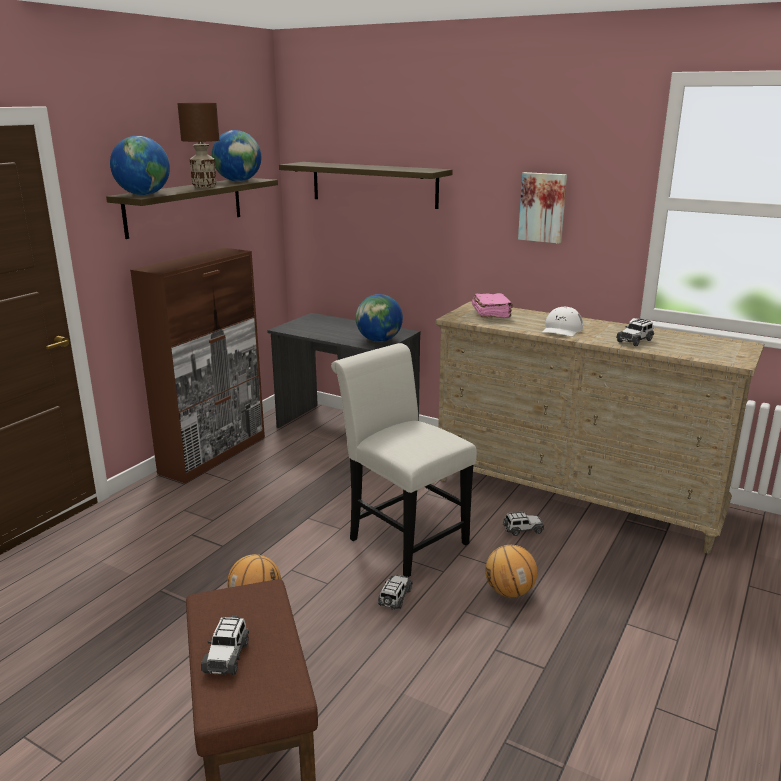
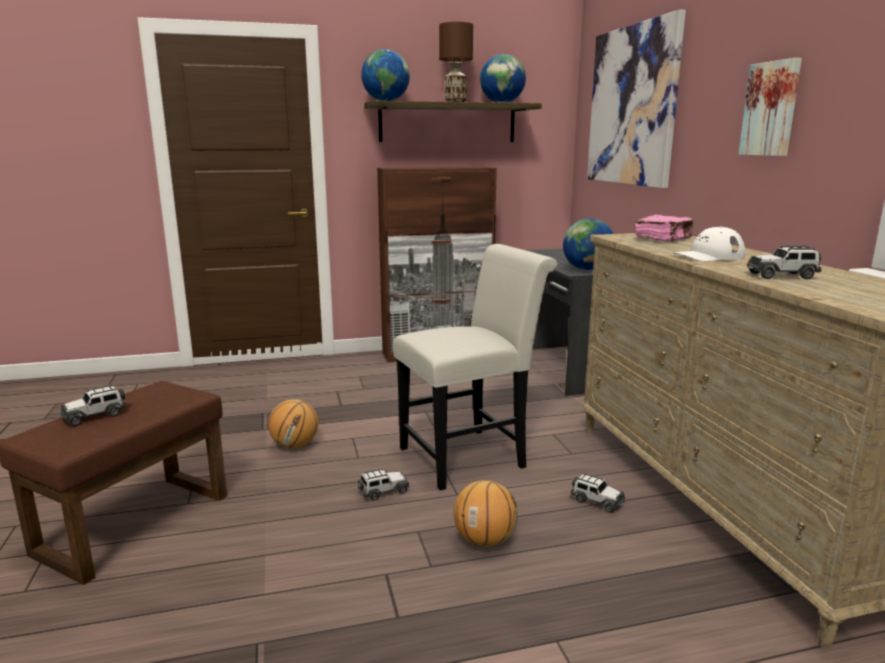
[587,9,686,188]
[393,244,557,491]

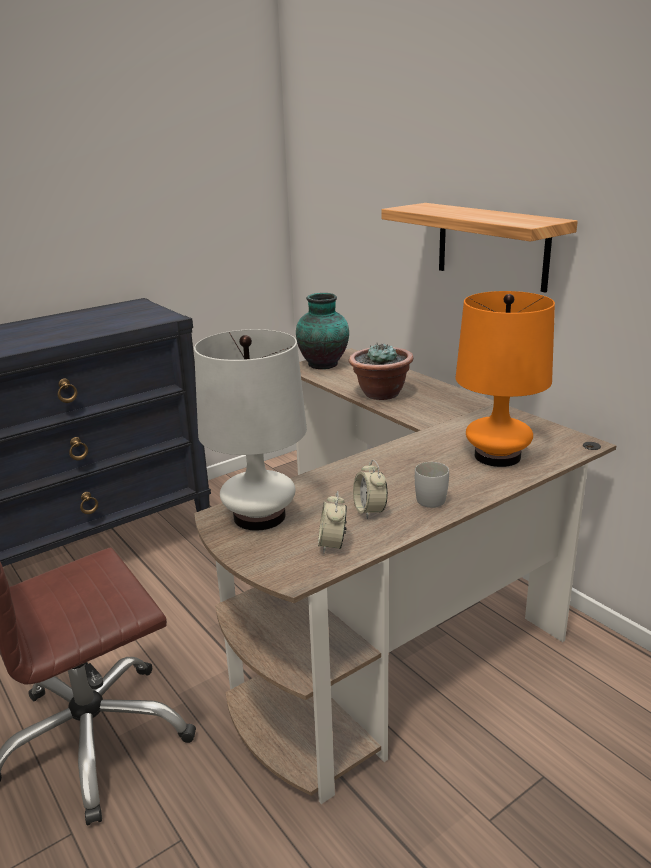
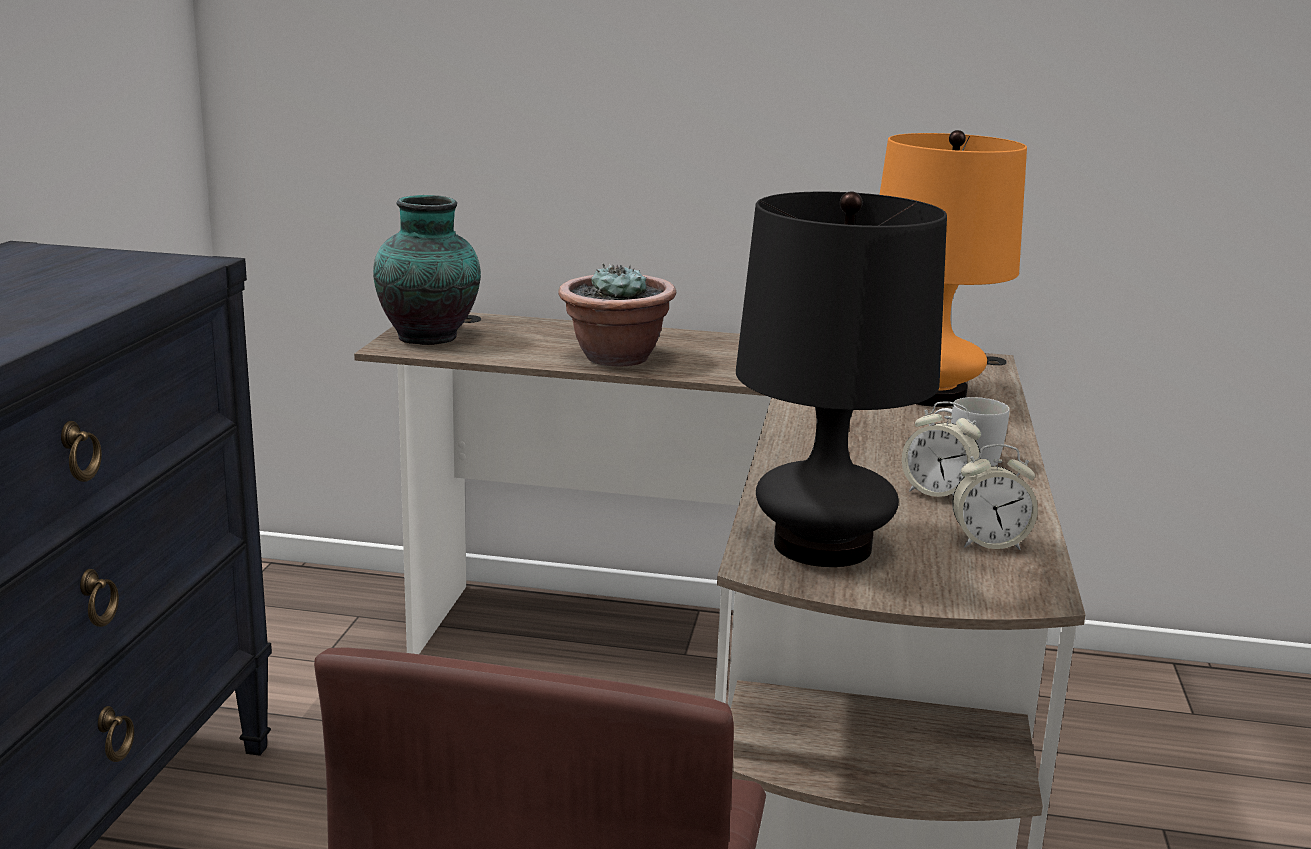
[736,191,947,567]
[952,444,1038,550]
[382,203,578,293] (first image)

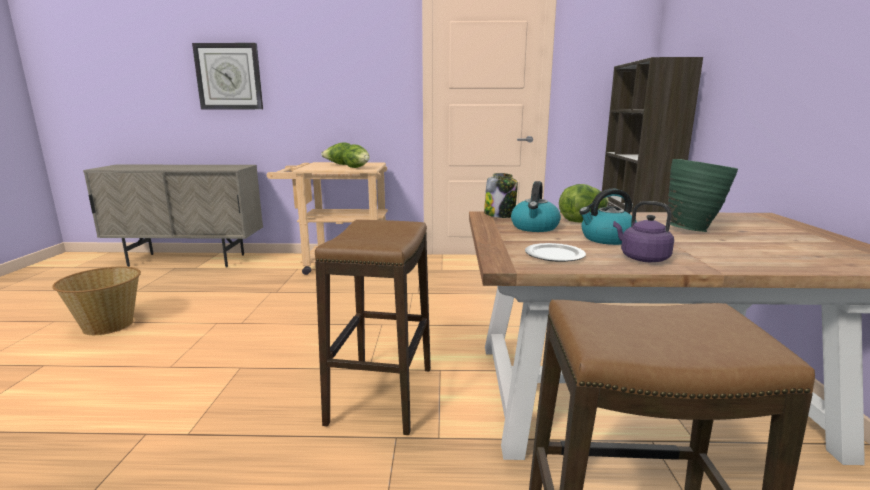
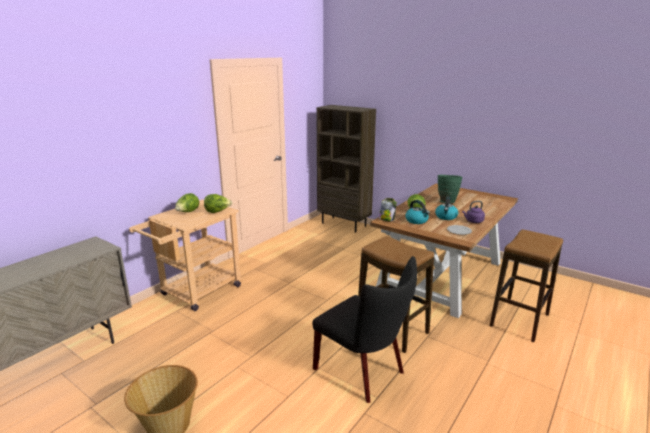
[192,43,263,109] (first image)
[312,256,417,403]

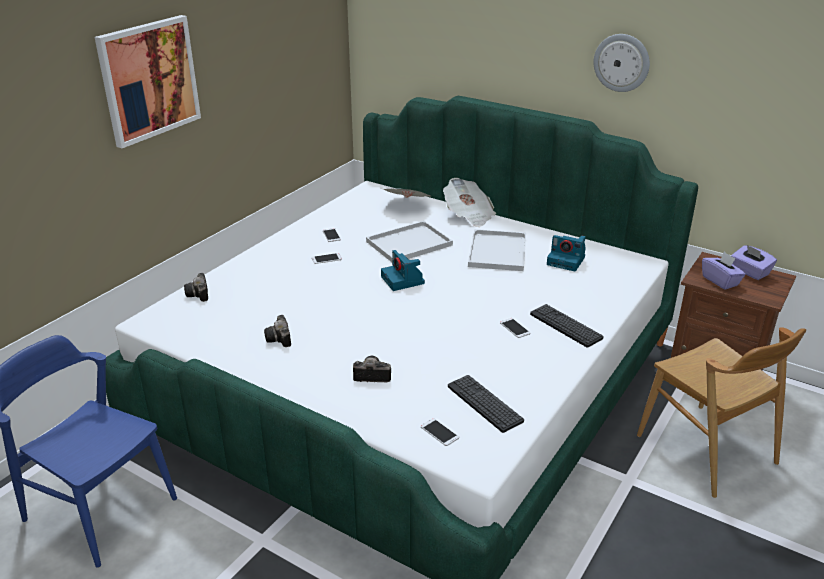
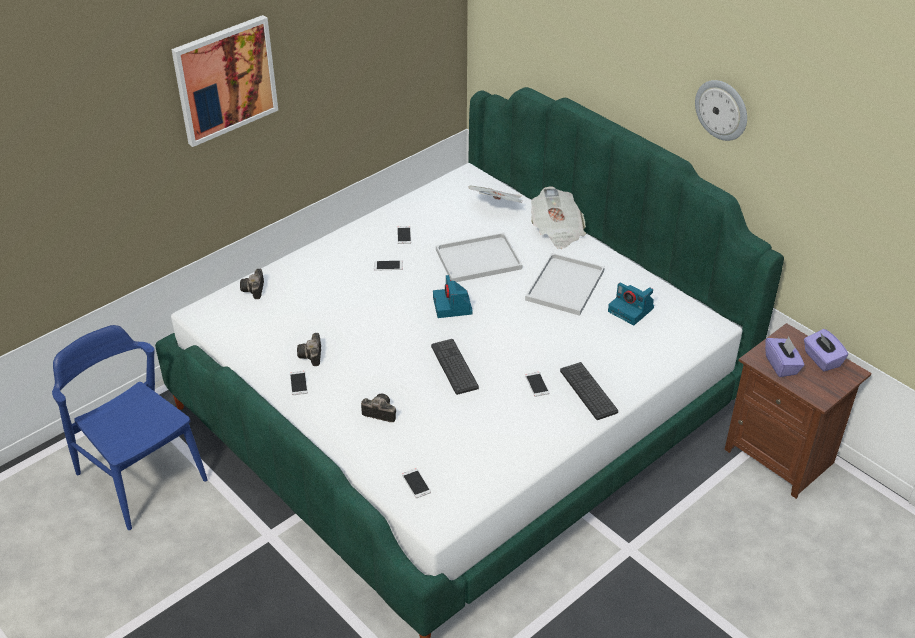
[431,339,479,395]
[637,327,806,498] (first image)
[290,371,308,395]

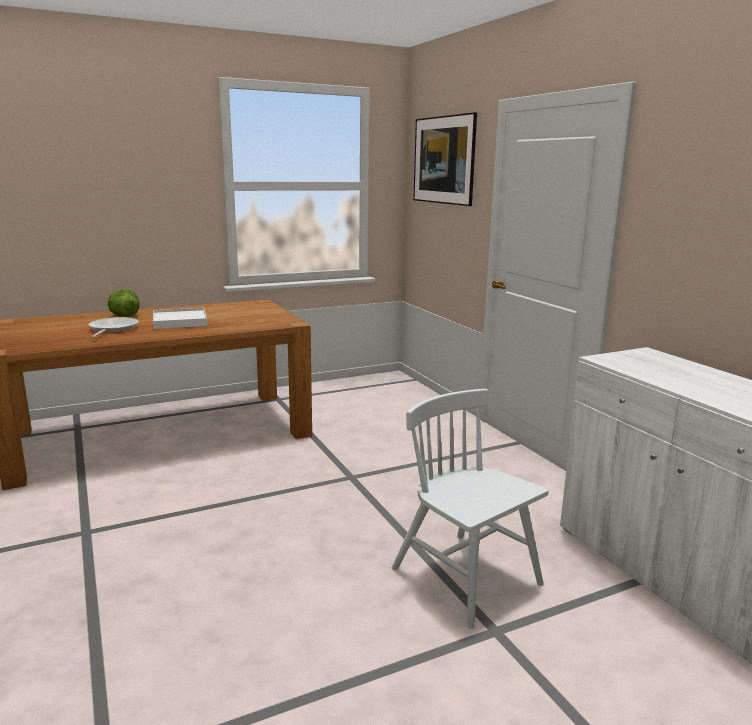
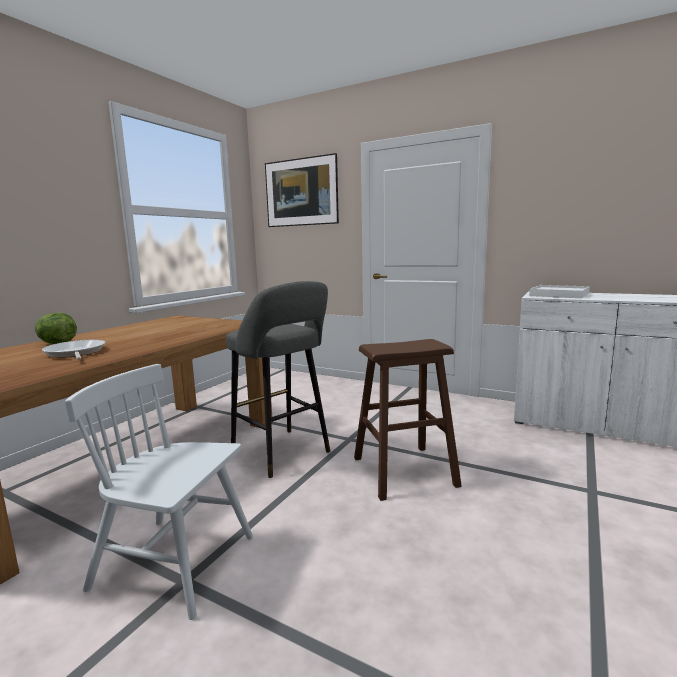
[529,285,590,298]
[65,364,253,620]
[226,281,330,478]
[354,339,462,501]

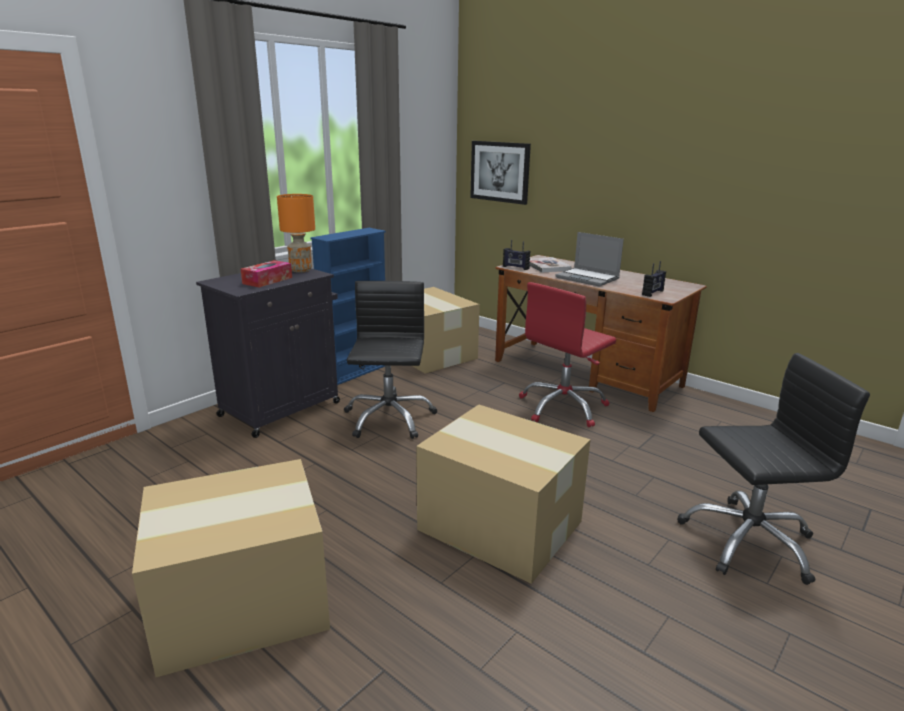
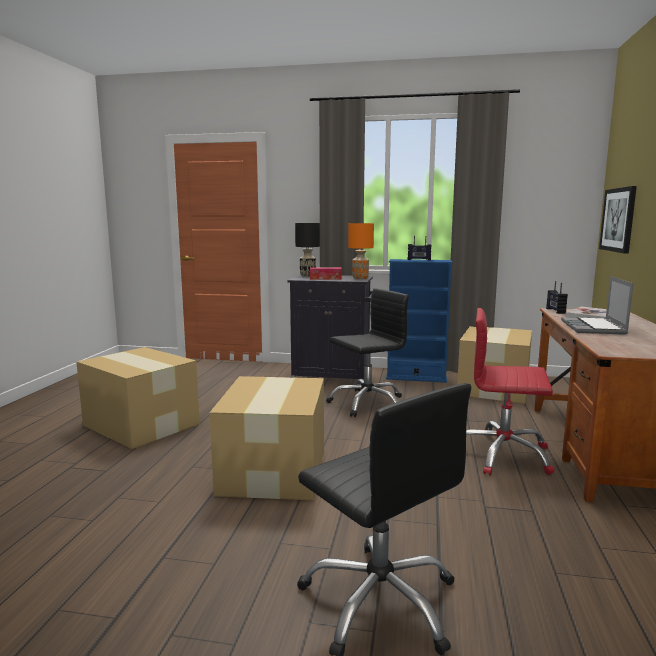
[408,236,432,261]
[295,223,320,276]

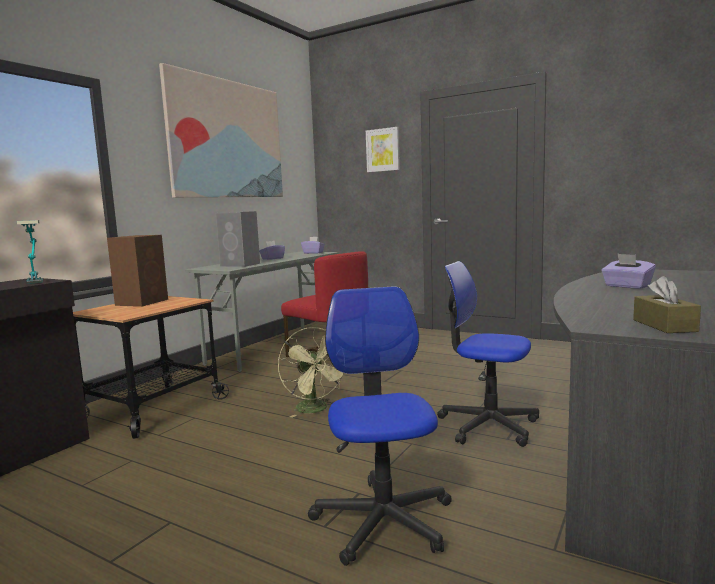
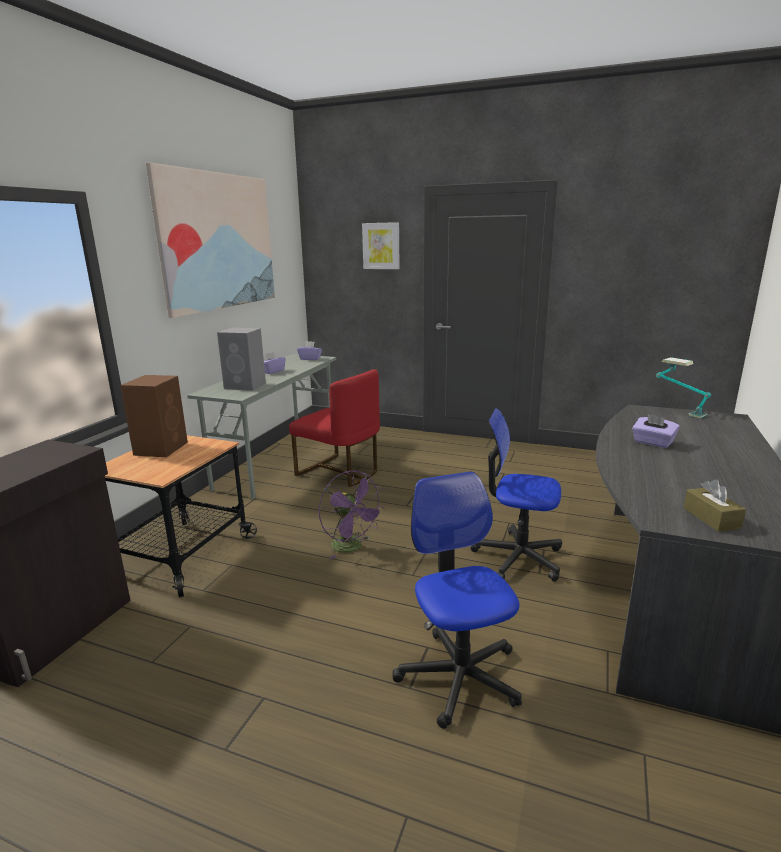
[656,357,711,418]
[319,471,385,560]

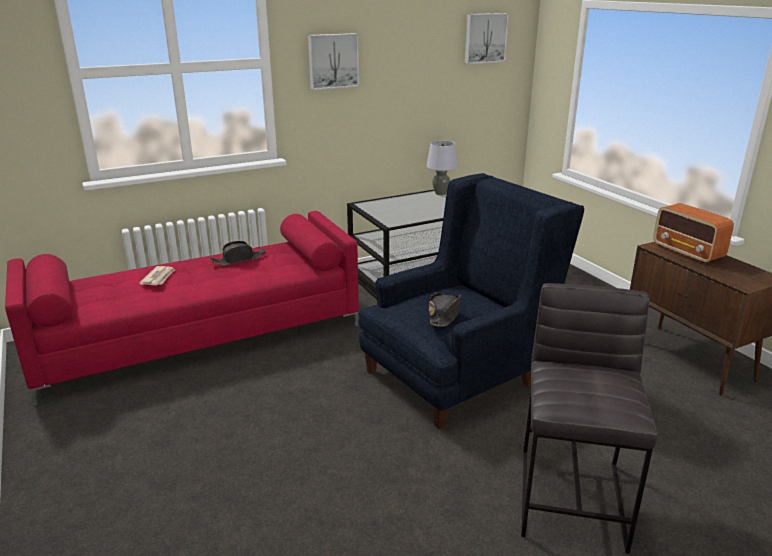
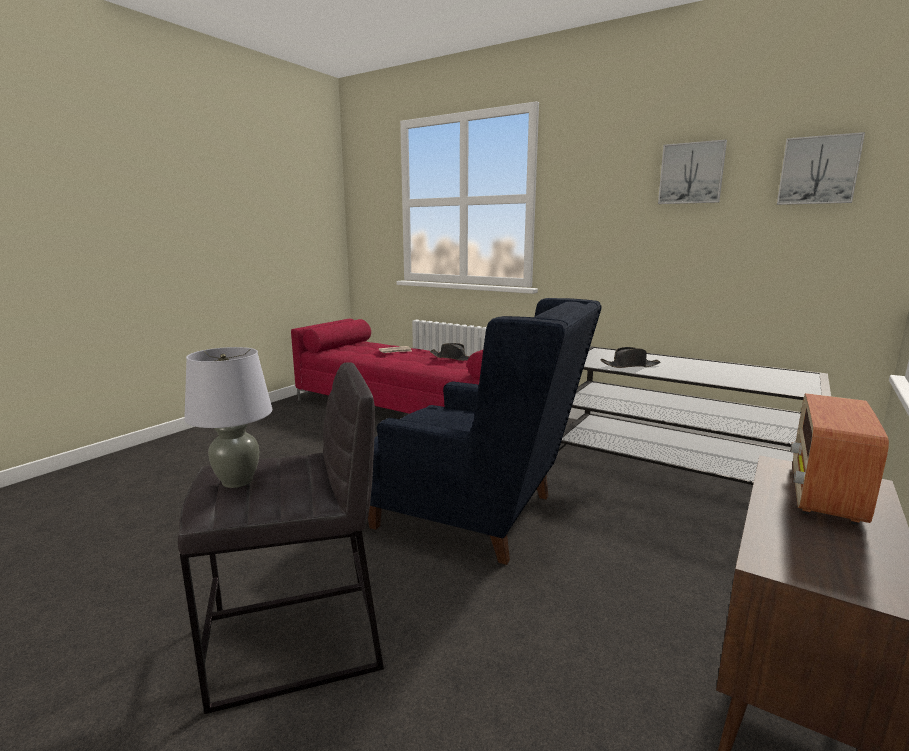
[658,139,727,204]
[184,347,273,488]
[601,347,661,368]

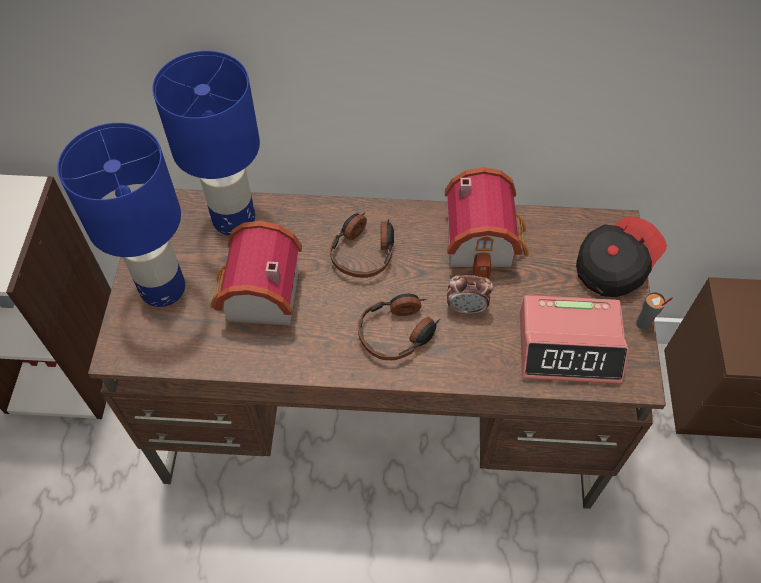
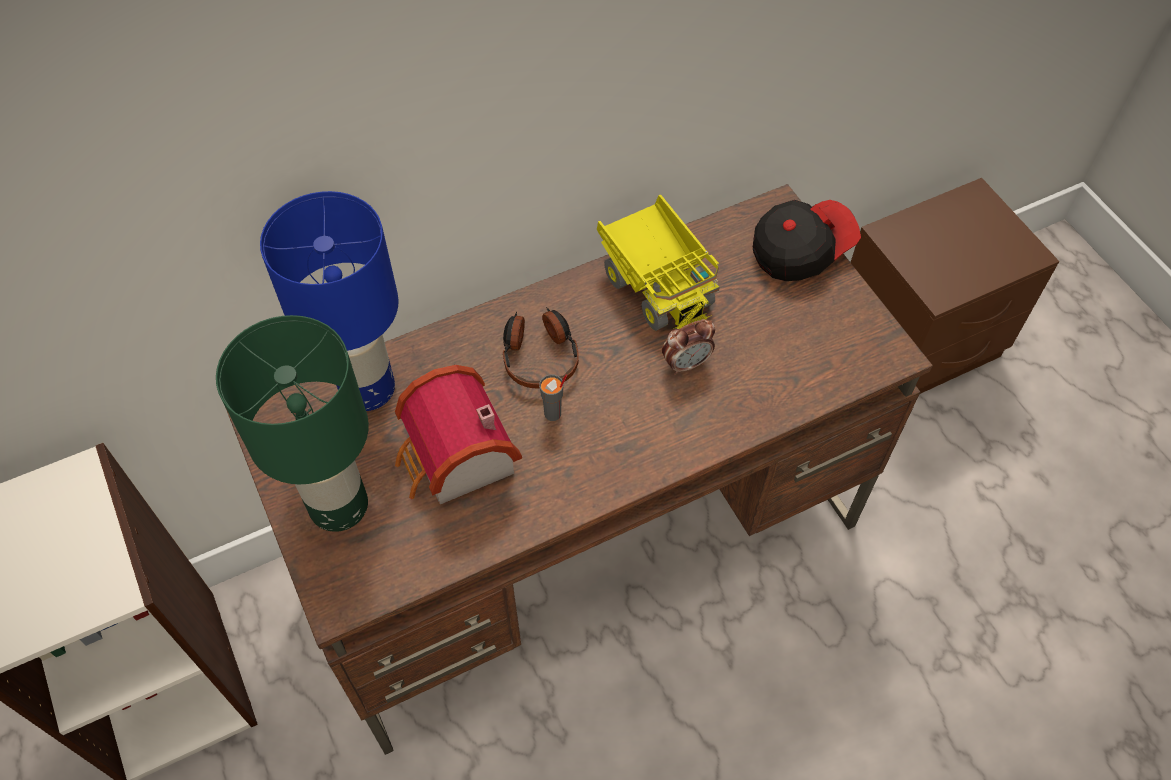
[216,315,369,532]
[358,294,440,360] (first image)
[597,194,720,331]
[520,295,629,384] (first image)
[753,200,861,281]
[539,374,567,421]

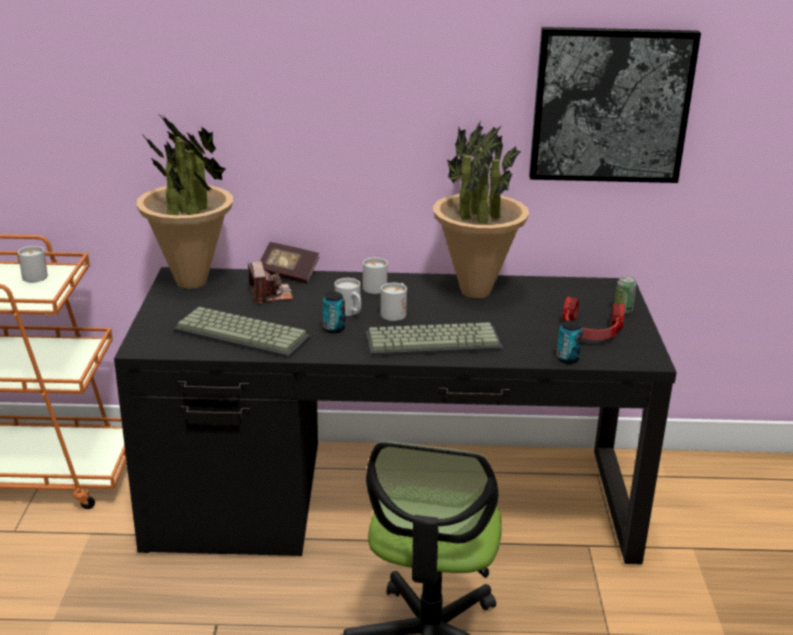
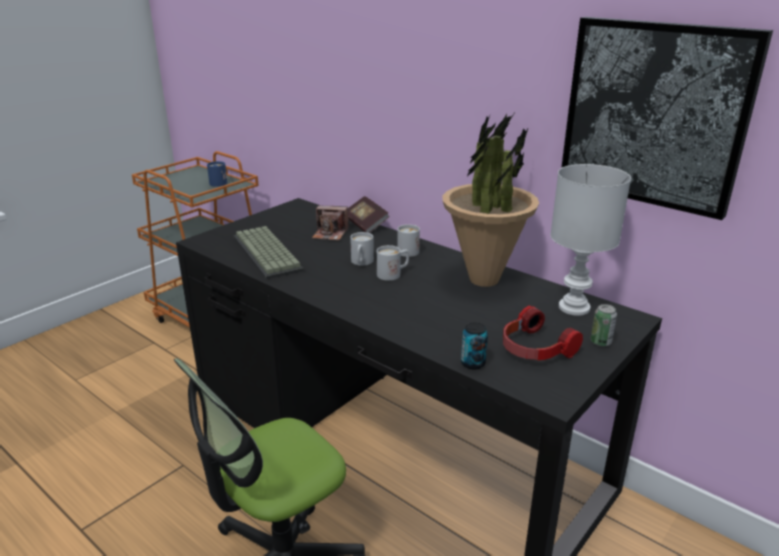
[207,161,227,187]
[136,114,233,289] (first image)
[312,205,349,241]
[323,292,345,333] (first image)
[366,322,503,357] (first image)
[550,164,631,316]

